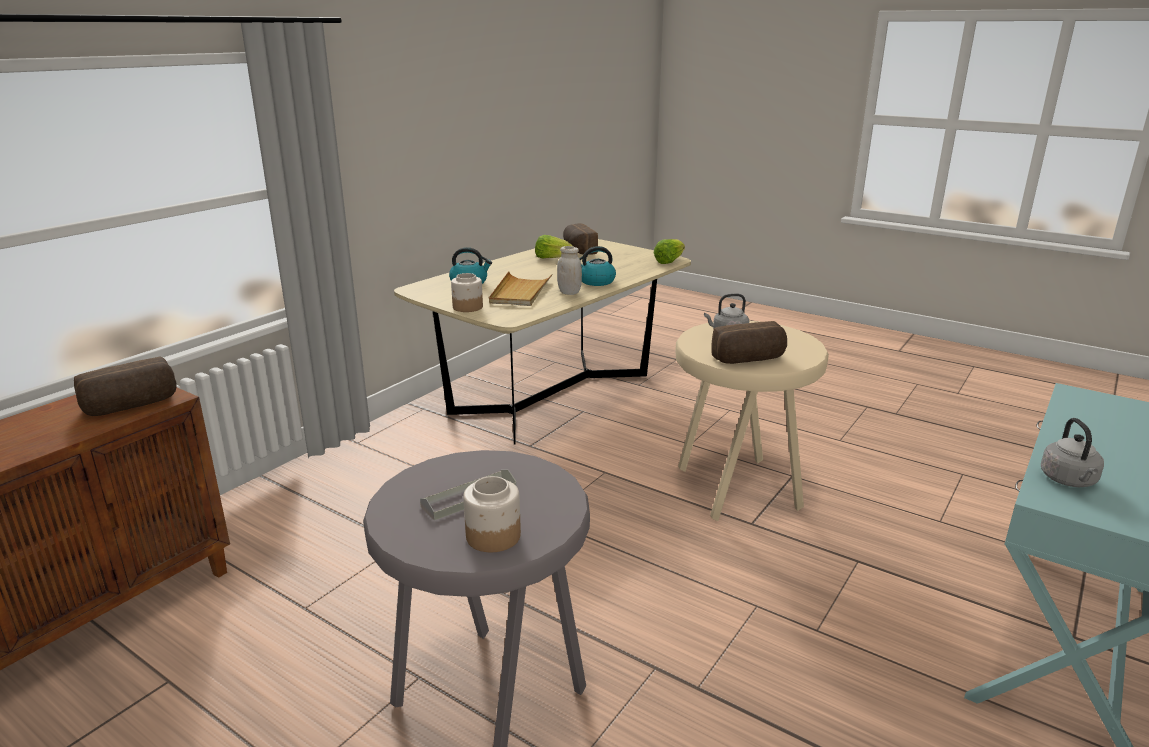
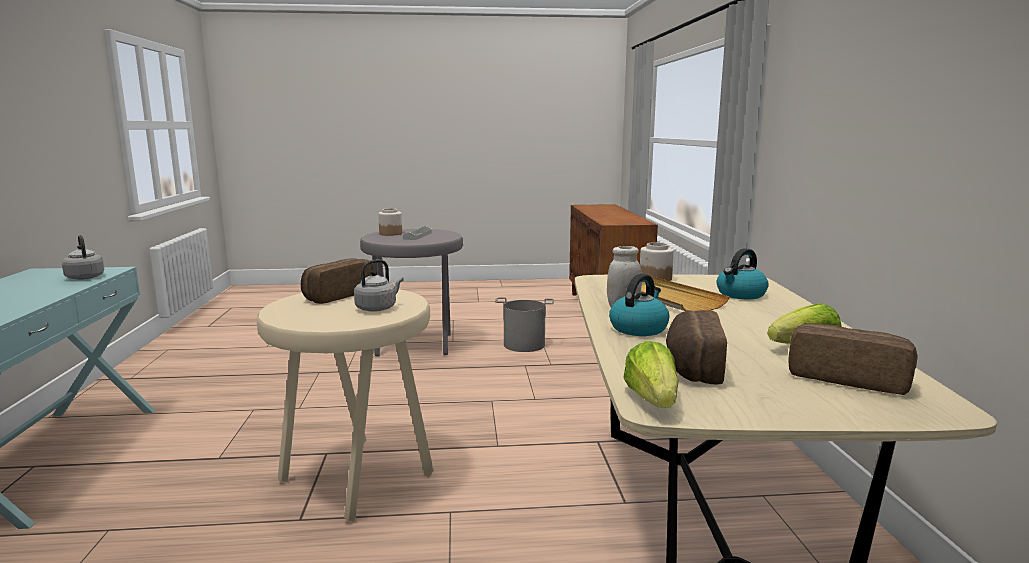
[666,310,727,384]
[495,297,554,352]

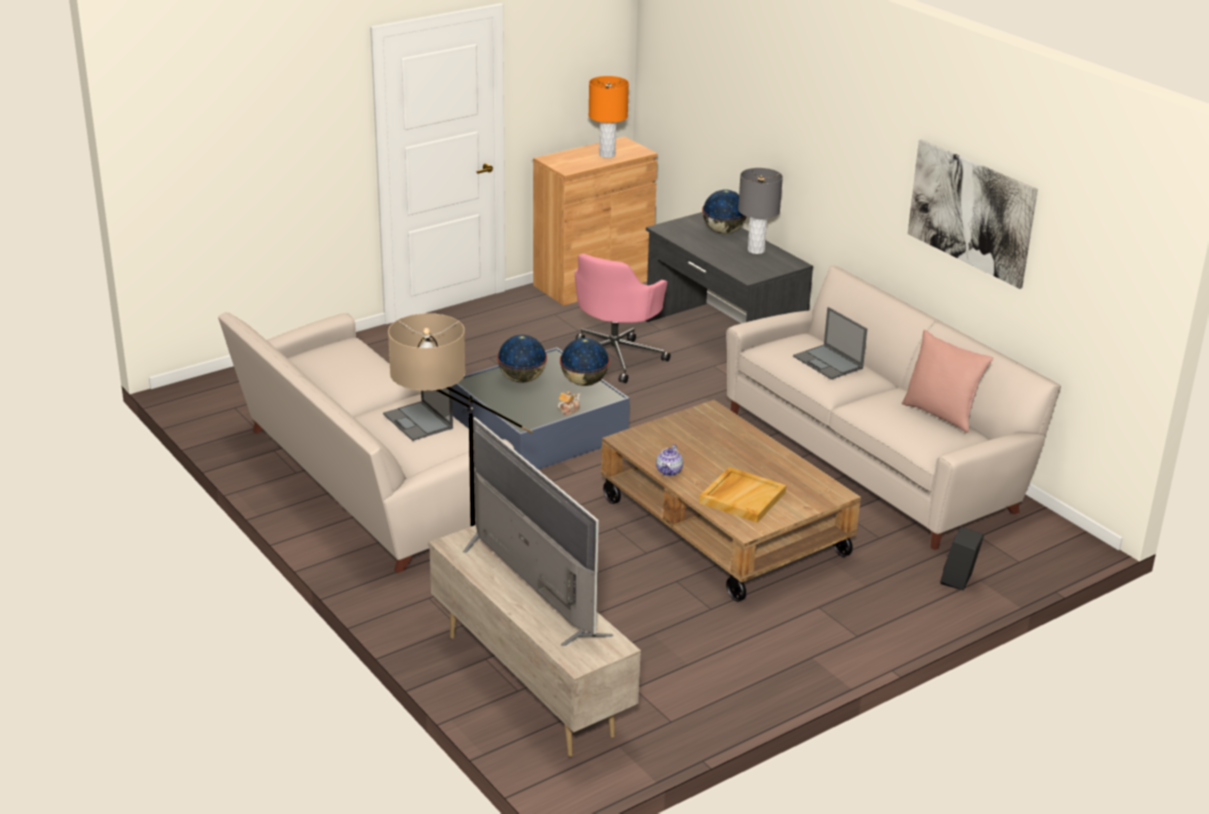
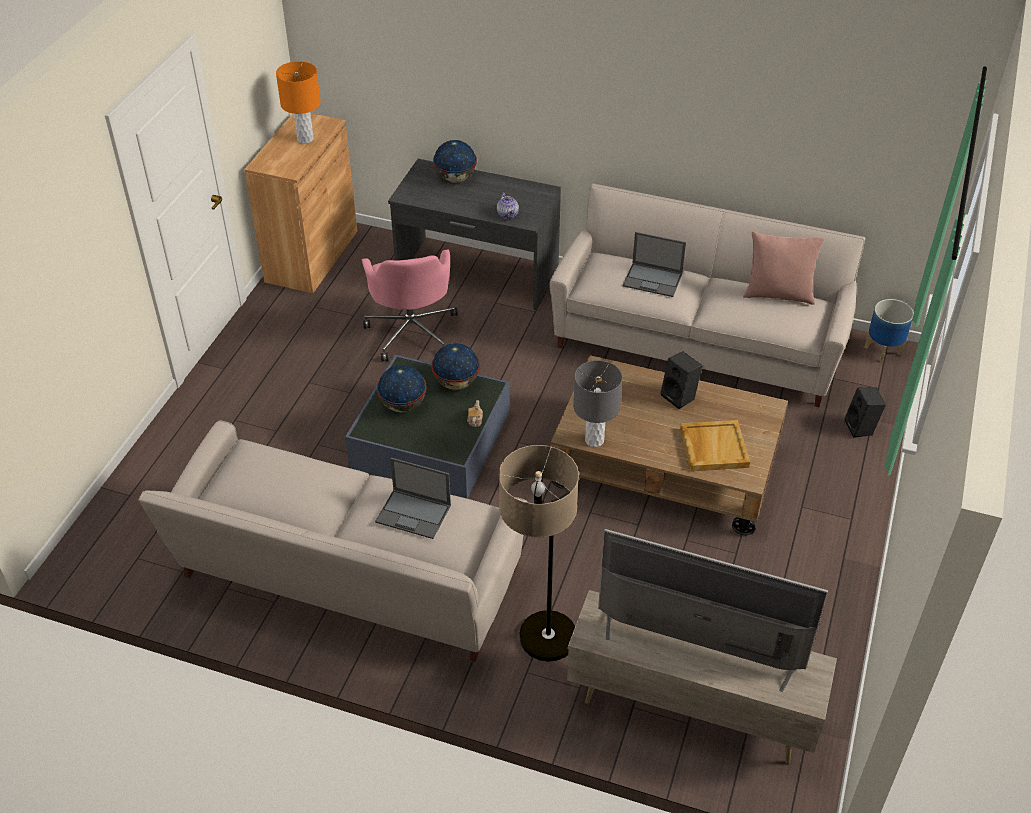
[497,192,519,219]
[573,360,622,447]
[908,139,1038,289] (first image)
[661,351,702,409]
[864,299,914,363]

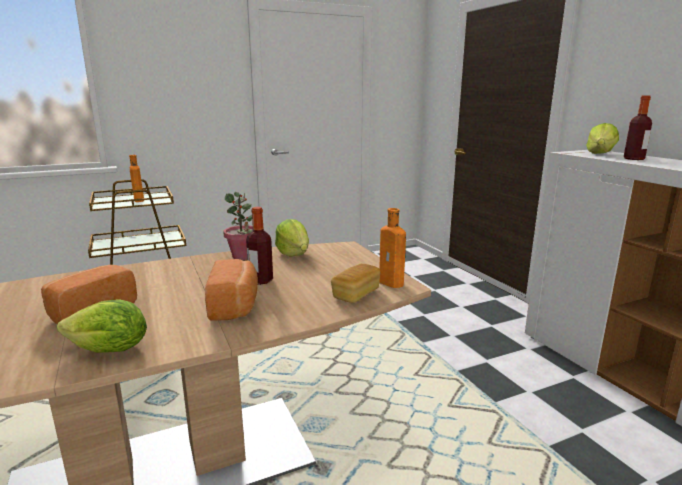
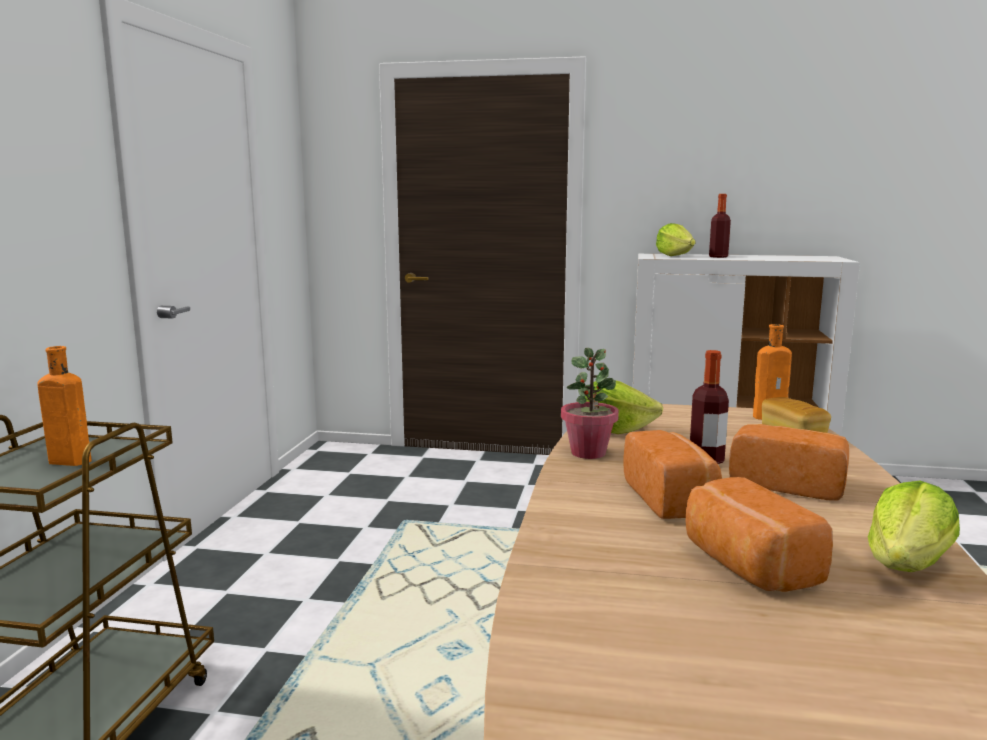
[623,430,722,519]

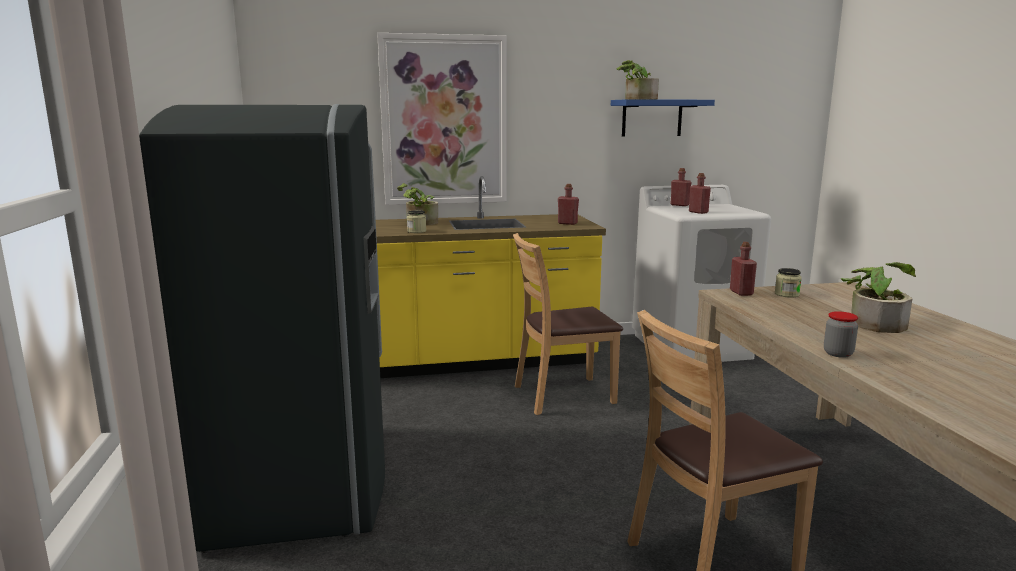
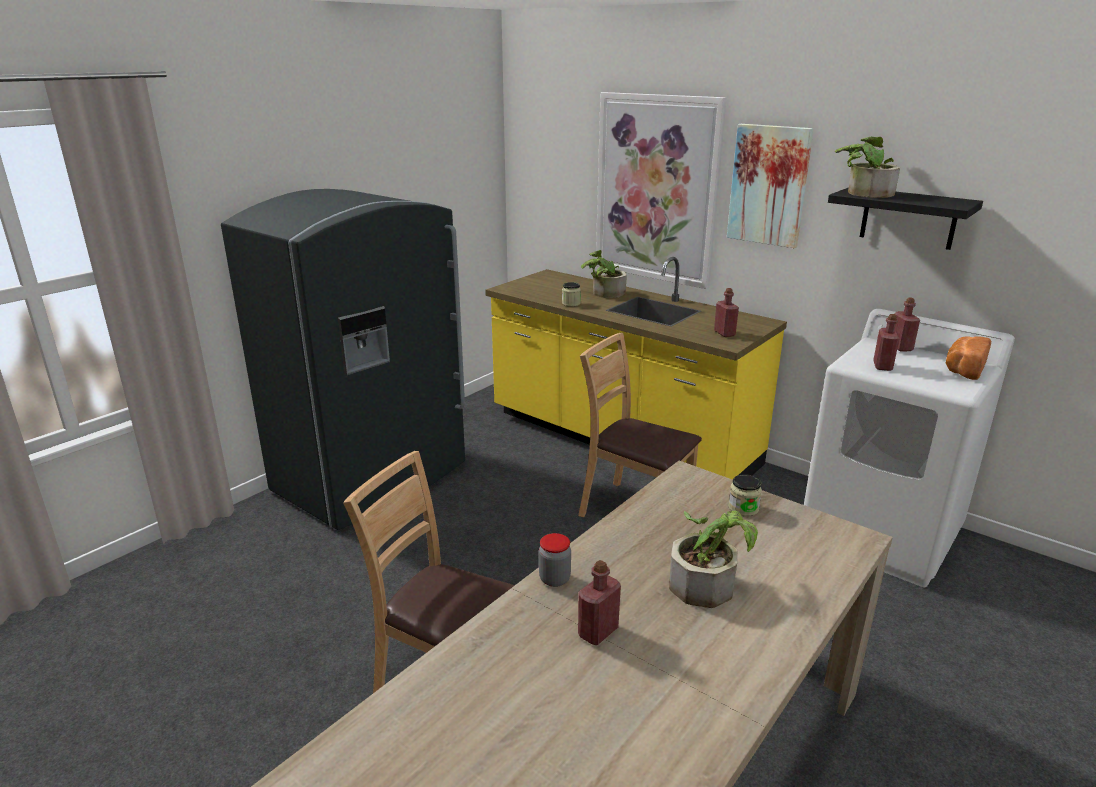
[828,187,983,250]
[578,560,621,645]
[727,124,814,248]
[946,336,991,380]

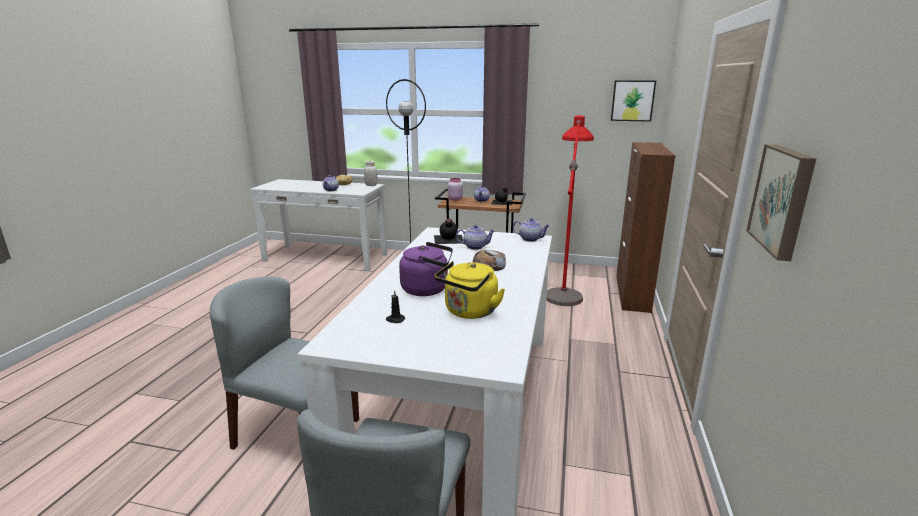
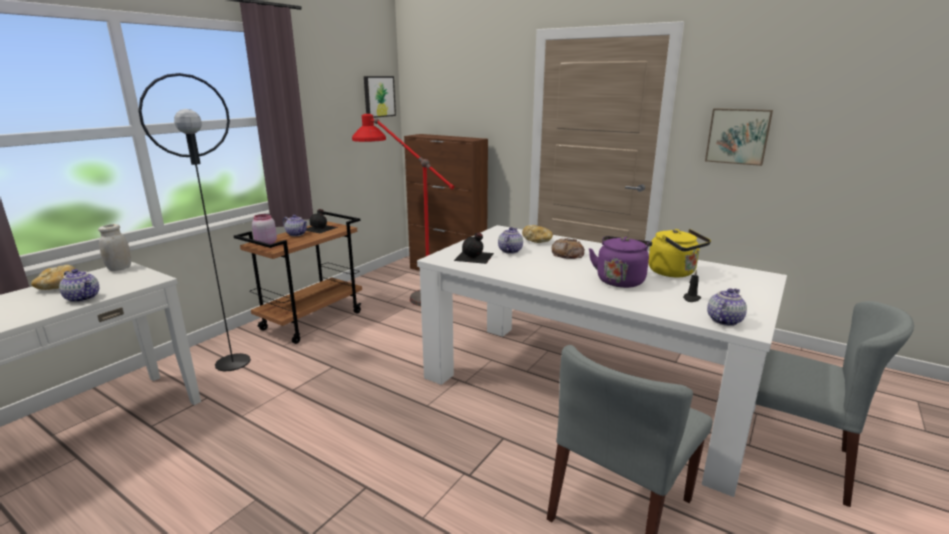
[707,288,747,326]
[522,225,553,243]

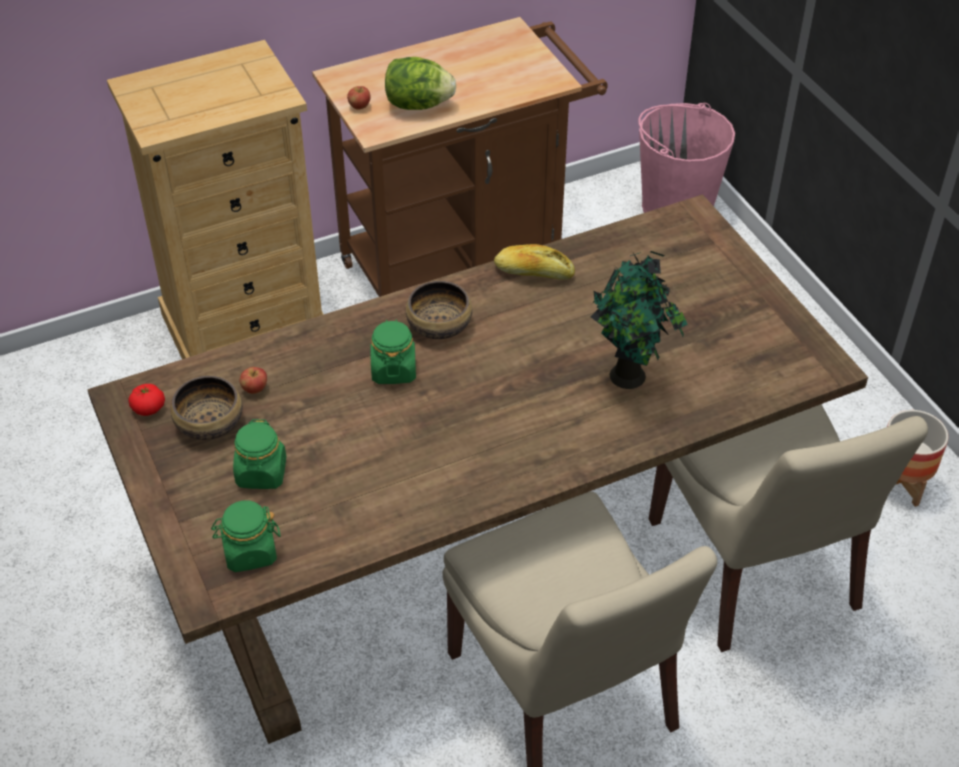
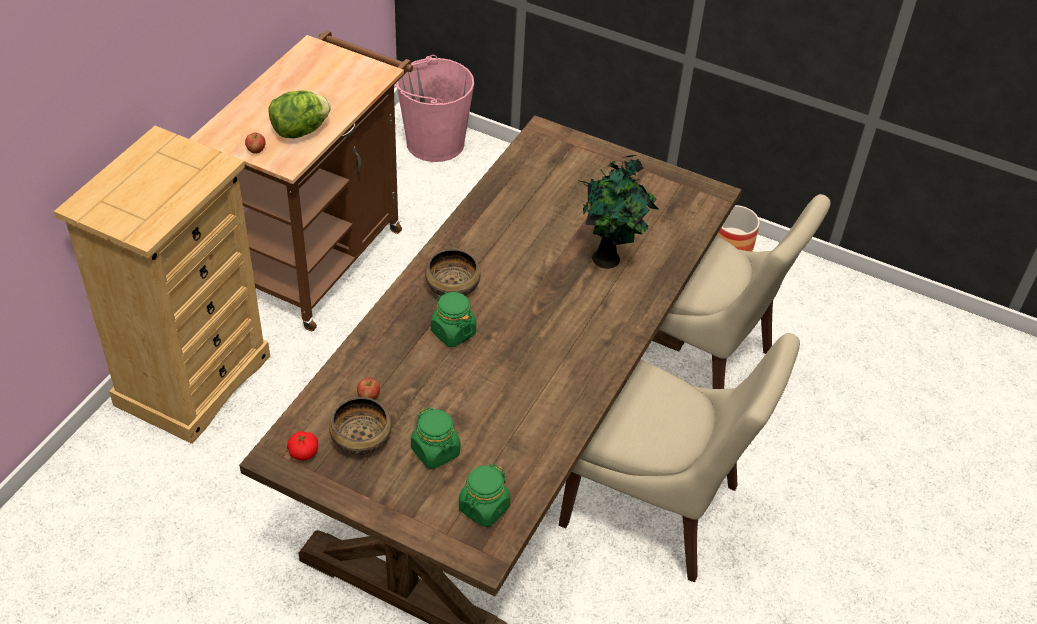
[494,244,575,280] (first image)

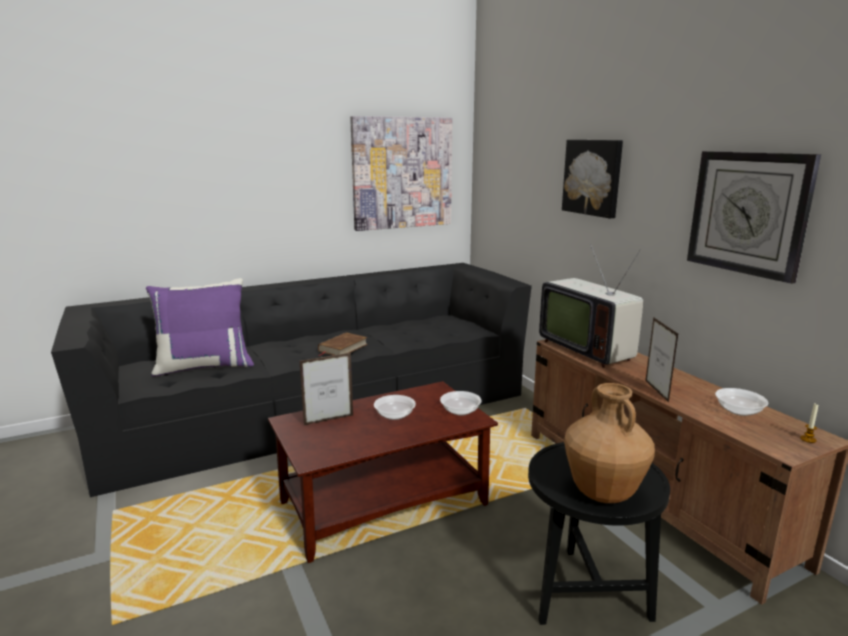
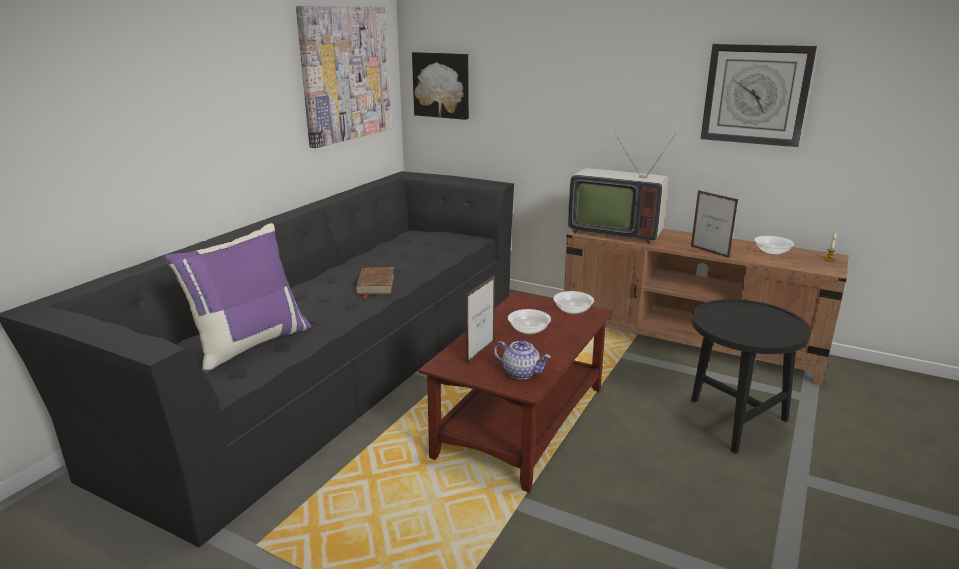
[412,52,469,120]
[564,383,655,503] (first image)
[494,340,551,380]

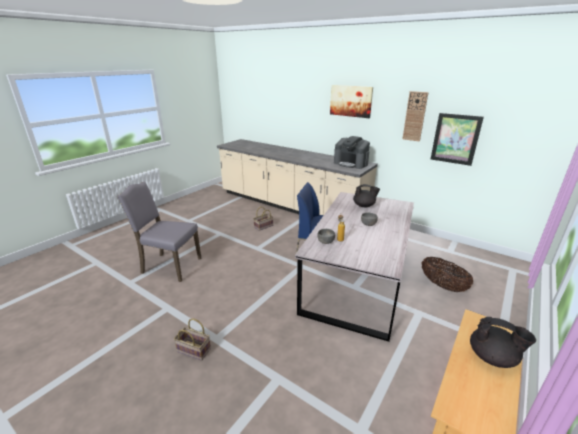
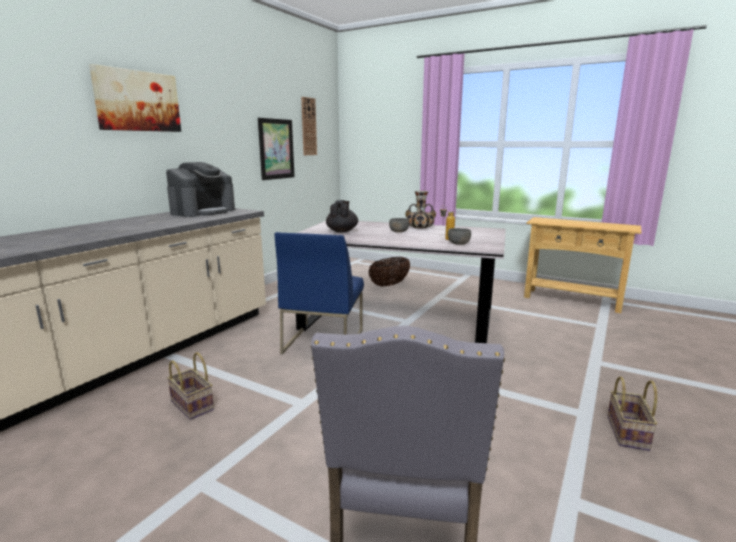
[301,97,317,155]
[470,317,536,368] (first image)
[405,191,436,229]

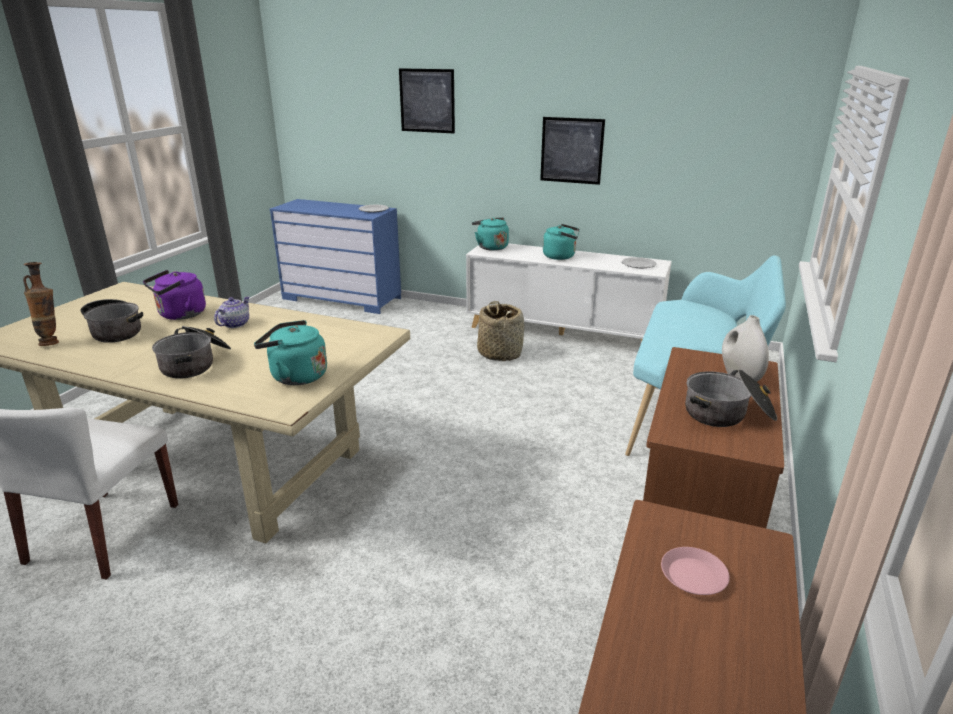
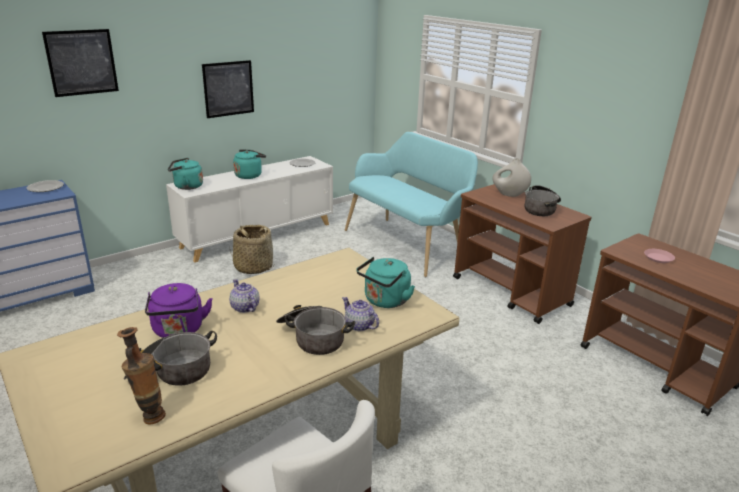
[342,297,379,331]

